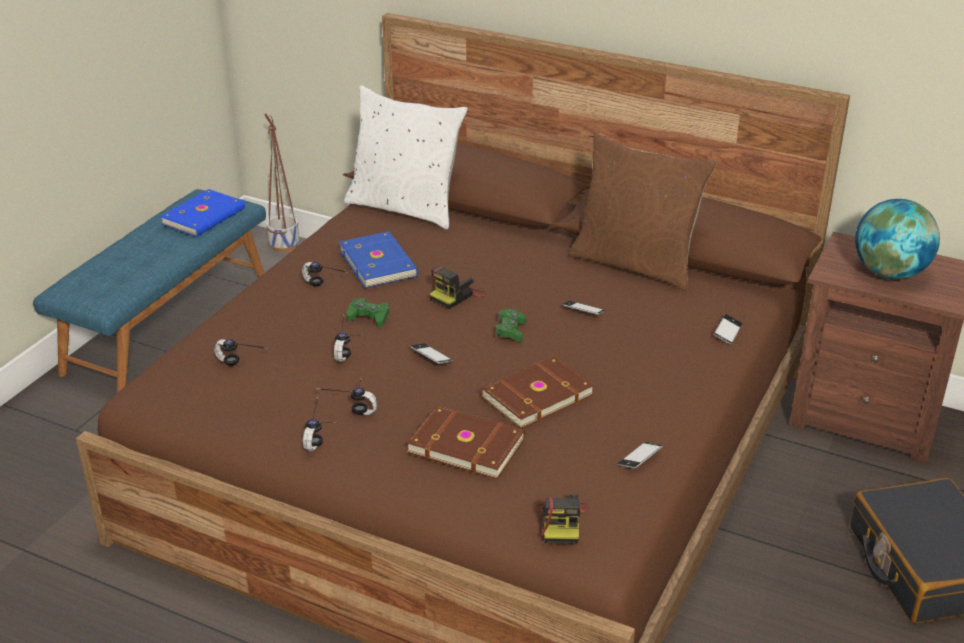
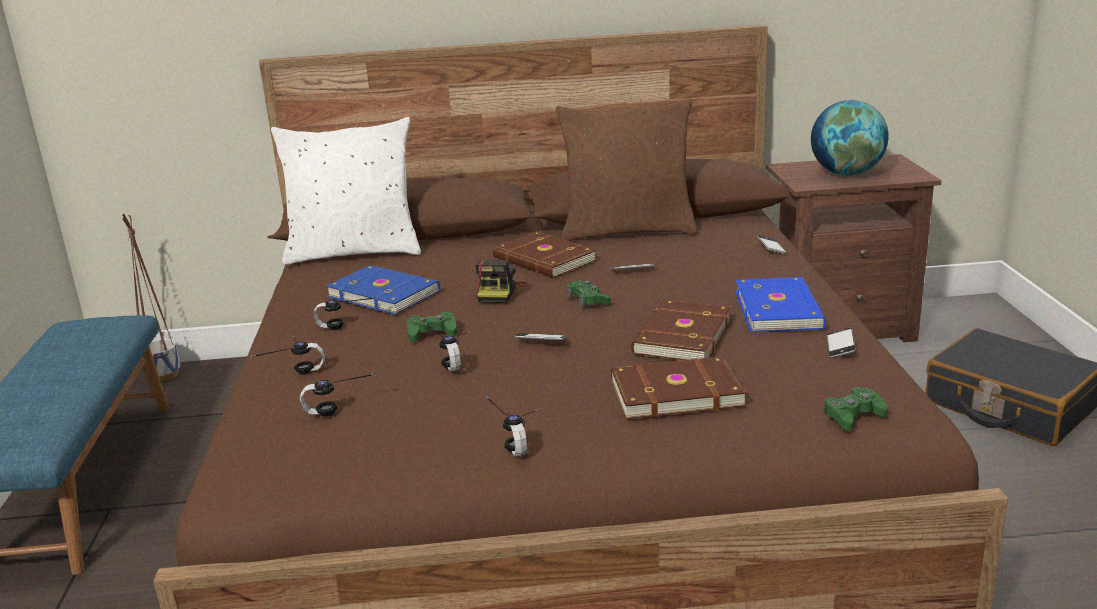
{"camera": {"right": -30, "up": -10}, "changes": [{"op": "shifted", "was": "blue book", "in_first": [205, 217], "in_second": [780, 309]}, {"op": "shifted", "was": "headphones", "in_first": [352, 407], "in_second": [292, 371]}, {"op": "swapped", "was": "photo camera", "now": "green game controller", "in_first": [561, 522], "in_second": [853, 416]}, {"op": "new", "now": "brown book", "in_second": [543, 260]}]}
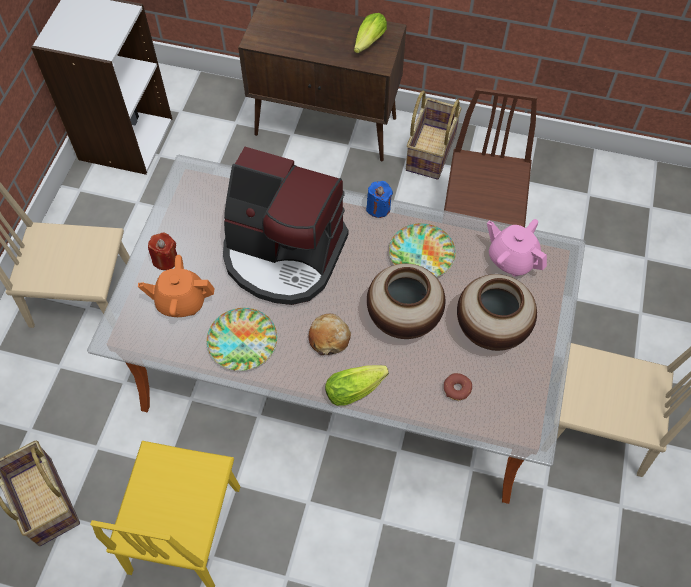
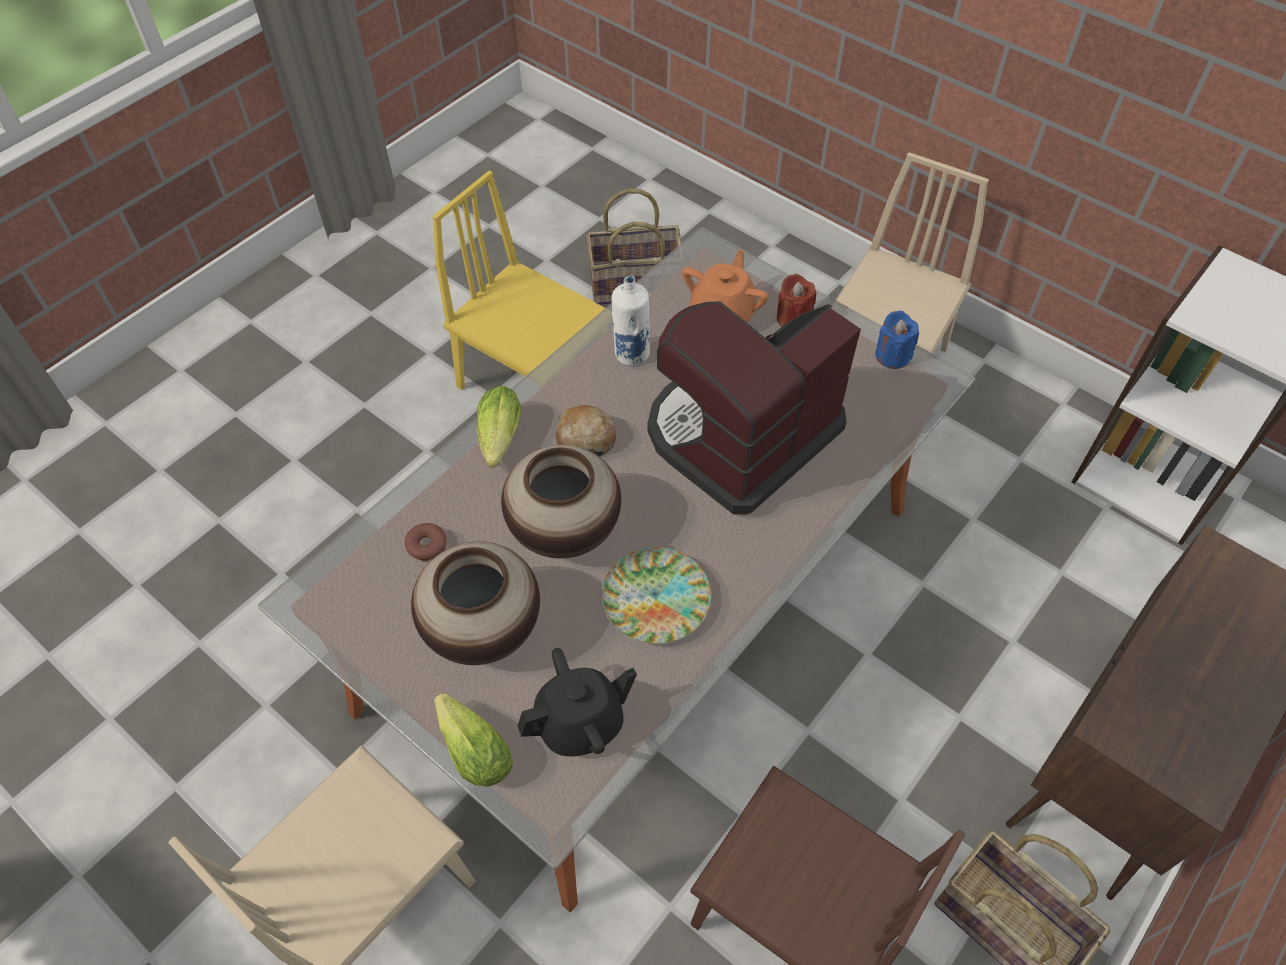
{"camera": {"right": 115, "up": -5}, "changes": [{"op": "shifted", "was": "lettuce", "in_first": [367, 44], "in_second": [472, 746]}, {"op": "shifted", "was": "blue candle", "in_first": [378, 208], "in_second": [892, 355]}, {"op": "repainted", "was": "pink teapot", "now": "black teapot", "in_first": [512, 259], "in_second": [580, 722]}, {"op": "swapped", "was": "plate", "now": "white bottle", "in_first": [242, 342], "in_second": [631, 354]}]}
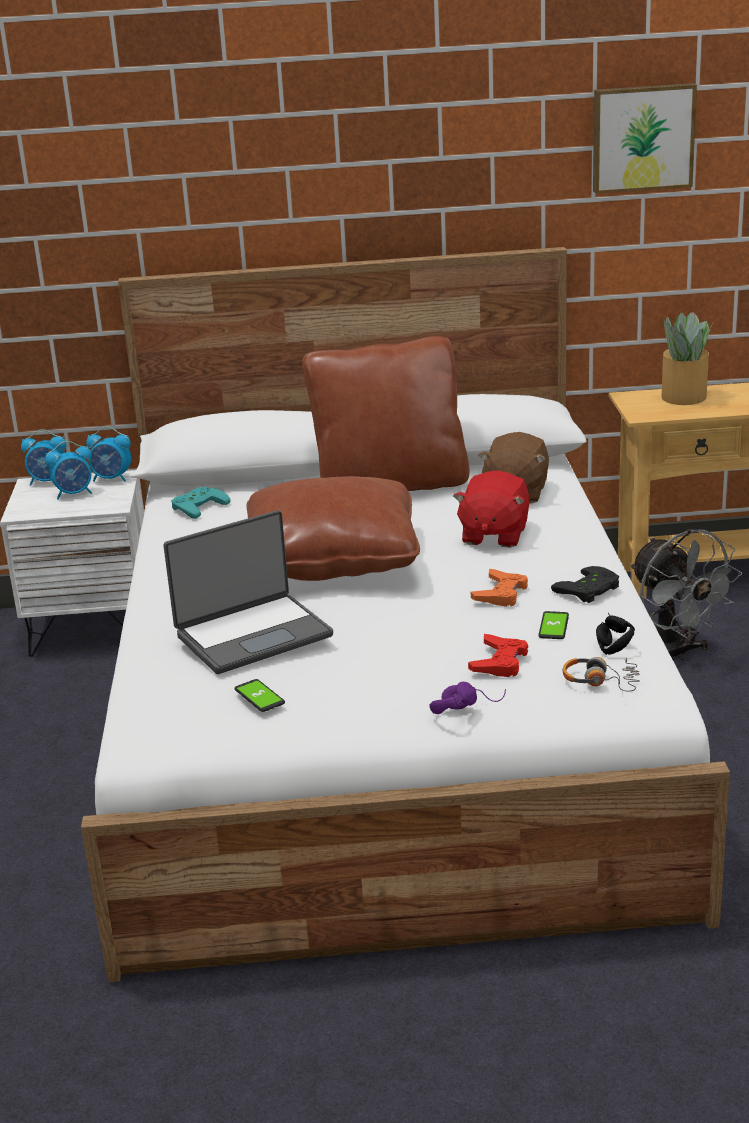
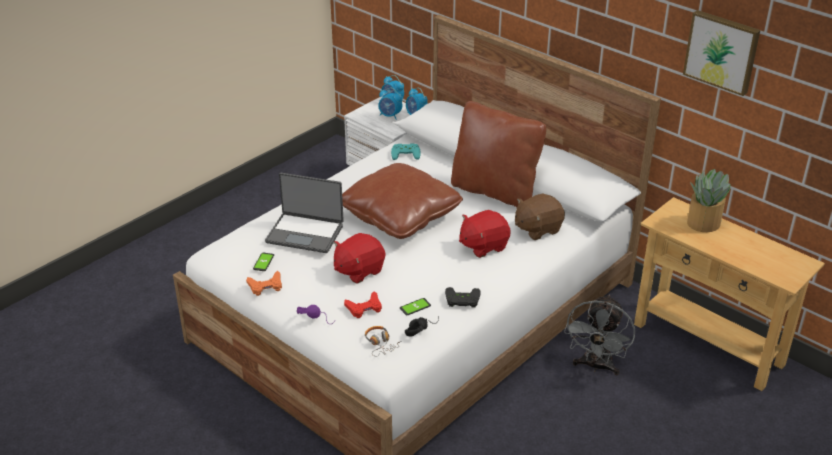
{"camera": {"right": 45, "up": 10}, "changes": [{"op": "shifted", "was": "orange game controller", "in_first": [501, 594], "in_second": [265, 286]}, {"op": "new", "now": "red plush toy", "in_second": [358, 270]}]}
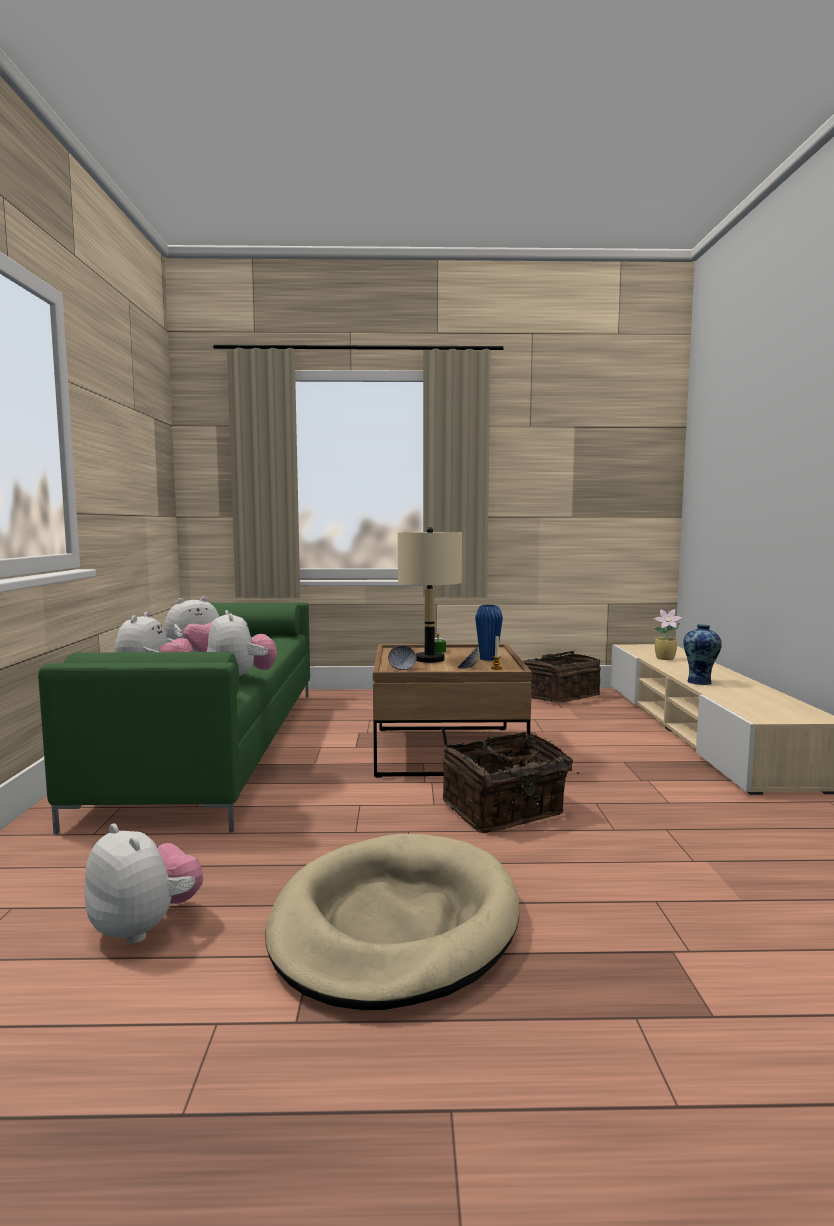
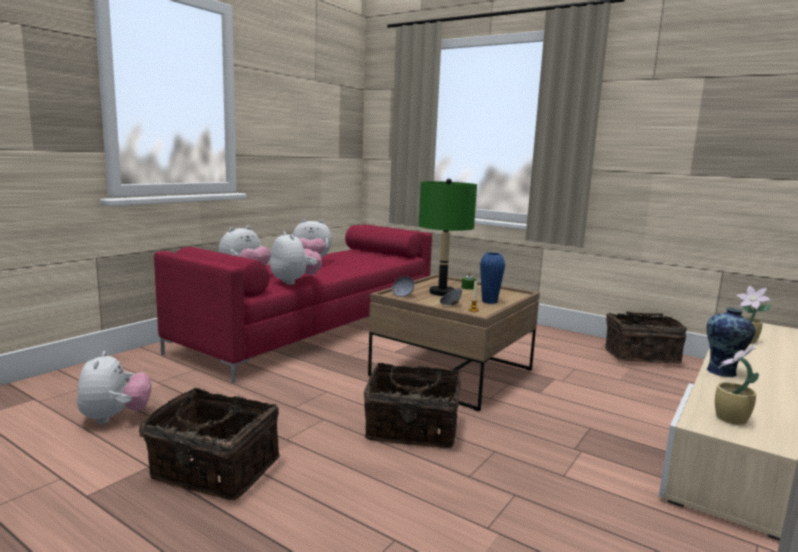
{"camera": {"right": 35, "up": 5}, "changes": [{"op": "repainted", "was": "beige table lamp", "now": "green table lamp", "in_first": [429, 659], "in_second": [441, 293]}, {"op": "repainted", "was": "green sofa", "now": "red sofa", "in_first": [216, 745], "in_second": [315, 327]}, {"op": "rotated", "was": "plush toy", "in_first": [241, 679], "in_second": [294, 282], "clockwise": -45}, {"op": "swapped", "was": "beige dog bed", "now": "basket", "in_first": [395, 924], "in_second": [213, 471]}, {"op": "new", "now": "potted plant", "in_second": [730, 419]}]}
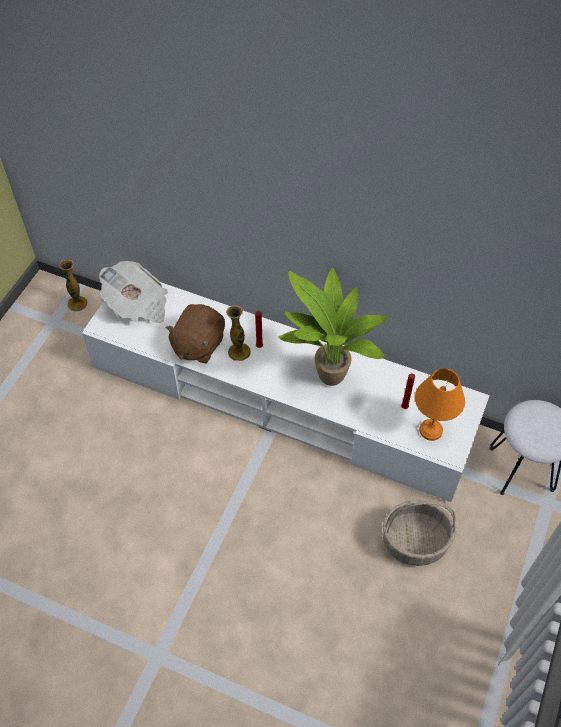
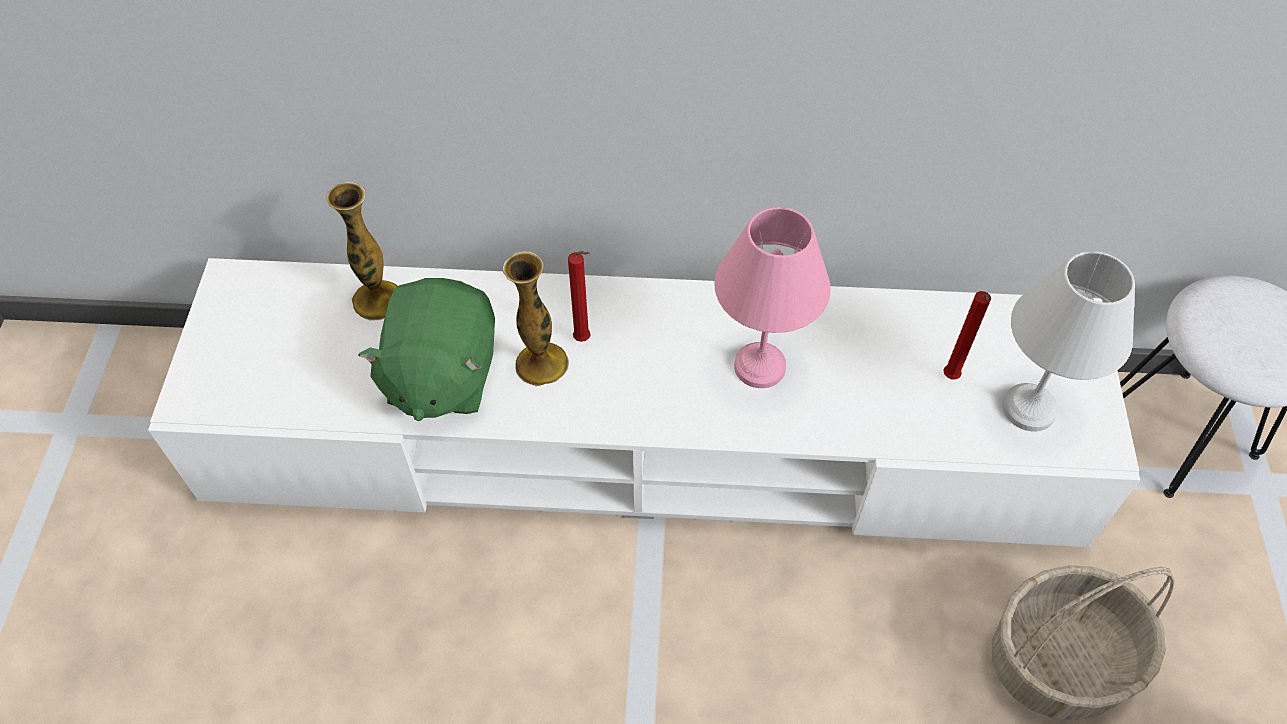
{"camera": {"right": -20, "up": 0}, "changes": [{"op": "shifted", "was": "vase", "in_first": [77, 303], "in_second": [378, 300]}, {"op": "gone", "was": "newspaper", "in_first": [137, 305]}, {"op": "swapped", "was": "potted plant", "now": "pink table lamp", "in_first": [328, 379], "in_second": [762, 366]}, {"op": "repainted", "was": "brown plush toy", "now": "green plush toy", "in_first": [198, 345], "in_second": [441, 375]}, {"op": "repainted", "was": "orange table lamp", "now": "white table lamp", "in_first": [431, 429], "in_second": [1029, 406]}]}
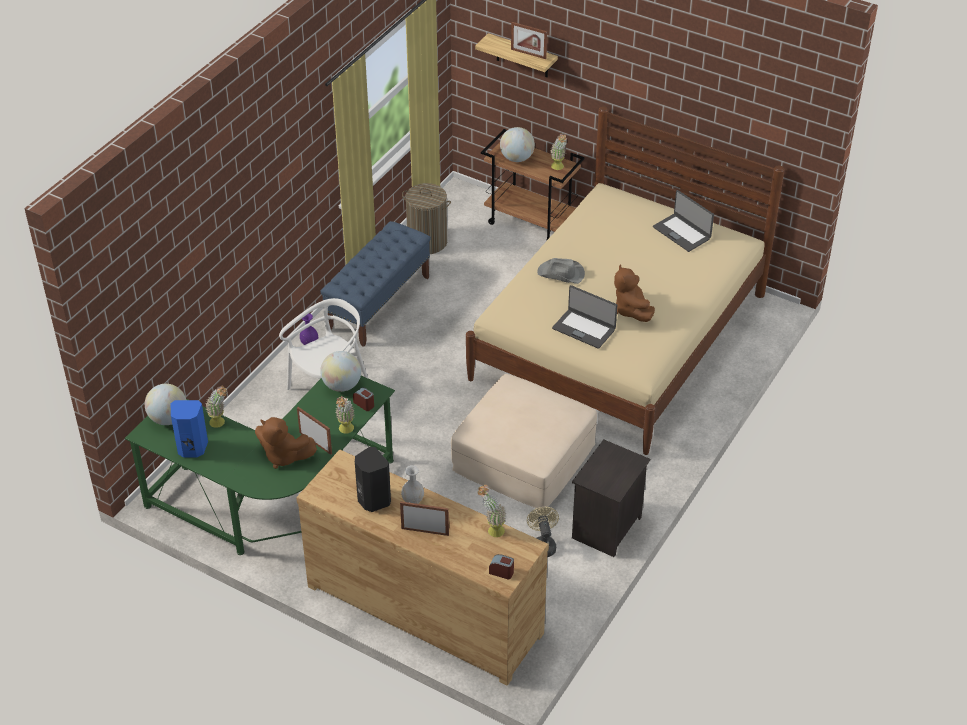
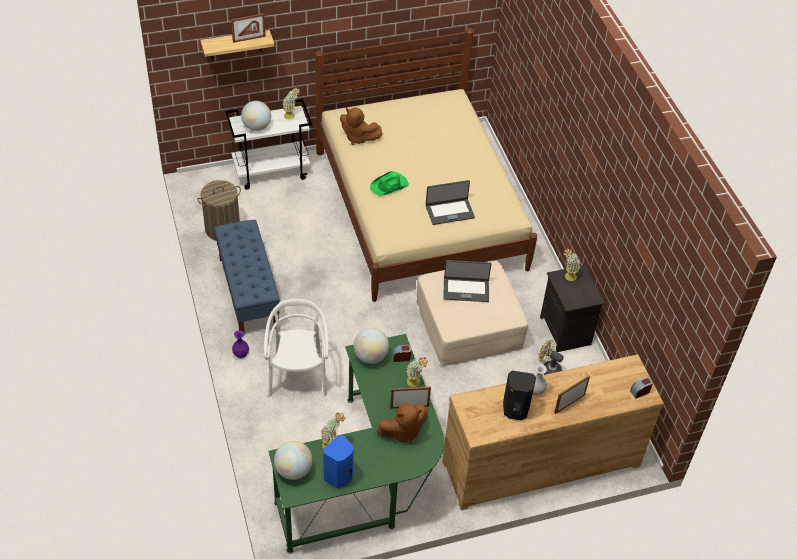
{"camera": {"right": -50, "up": 5}, "changes": [{"op": "repainted", "was": "brown cart", "now": "white cart", "in_first": [531, 223], "in_second": [272, 171]}, {"op": "shifted", "was": "laptop", "in_first": [682, 232], "in_second": [466, 289]}, {"op": "repainted", "was": "grey hat", "now": "green hat", "in_first": [561, 274], "in_second": [389, 186]}, {"op": "shifted", "was": "brown plush toy", "in_first": [631, 310], "in_second": [358, 137]}, {"op": "shifted", "was": "potted plant", "in_first": [491, 530], "in_second": [568, 277]}]}
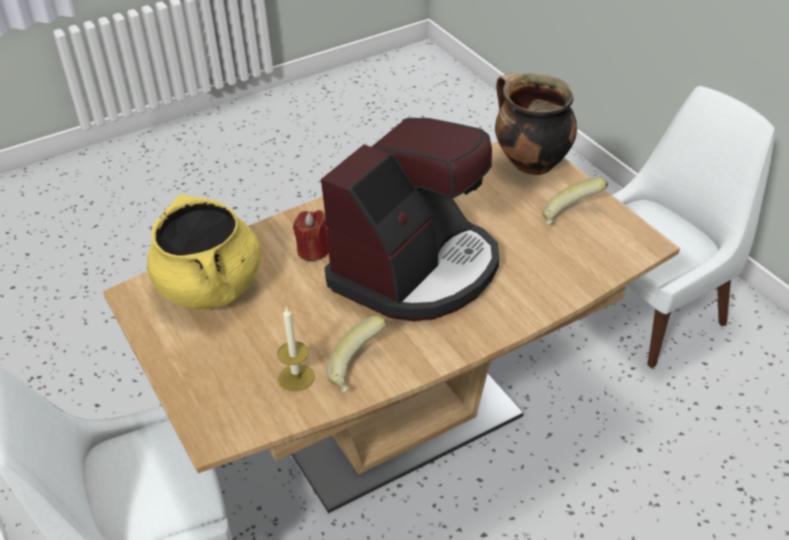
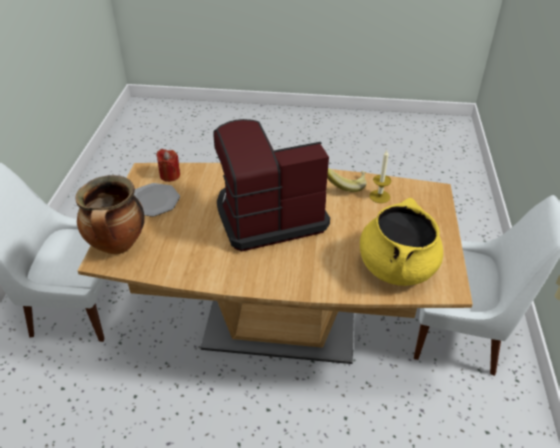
{"camera": {"right": -145, "up": 0}, "changes": [{"op": "swapped", "was": "banana", "now": "plate", "in_first": [571, 217], "in_second": [153, 201]}, {"op": "shifted", "was": "red candle", "in_first": [313, 251], "in_second": [170, 175]}]}
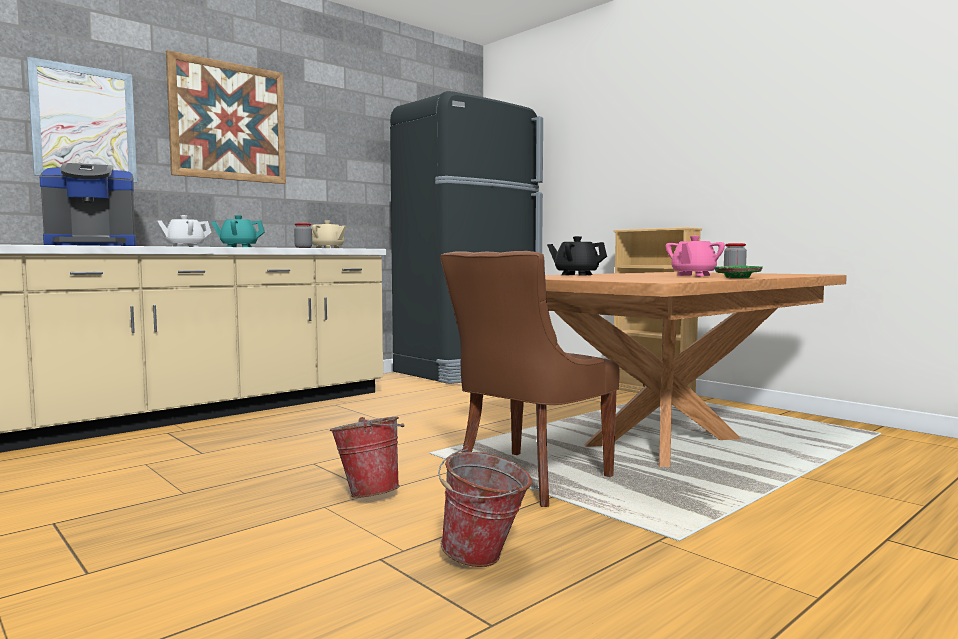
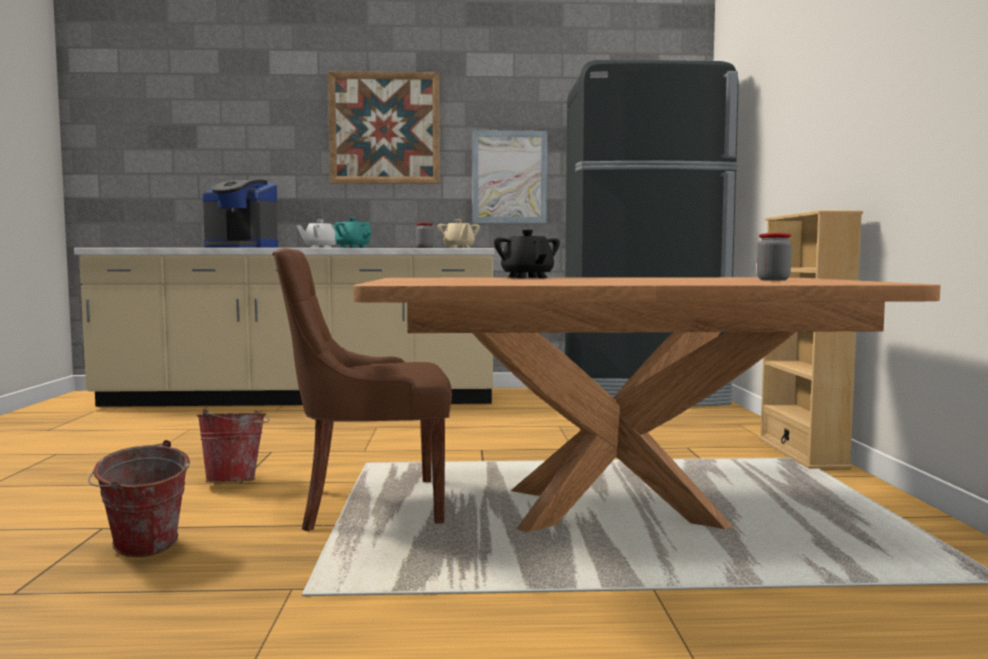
{"camera": {"right": 40, "up": 0}, "changes": [{"op": "shifted", "was": "picture", "in_first": [84, 123], "in_second": [509, 177]}, {"op": "gone", "was": "pink teapot", "in_first": [693, 275]}, {"op": "gone", "was": "green plate", "in_first": [737, 277]}]}
